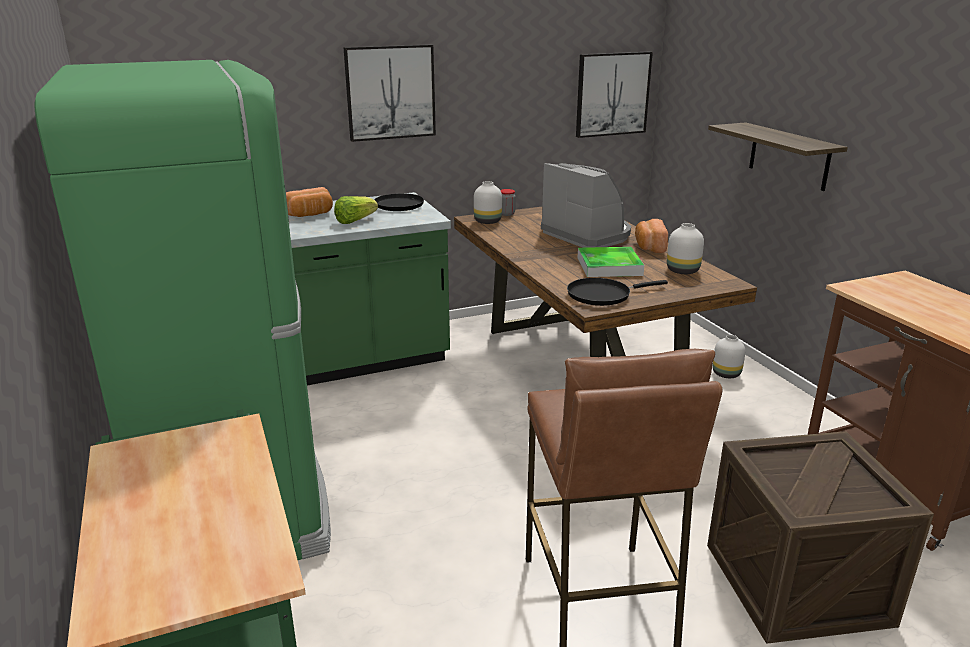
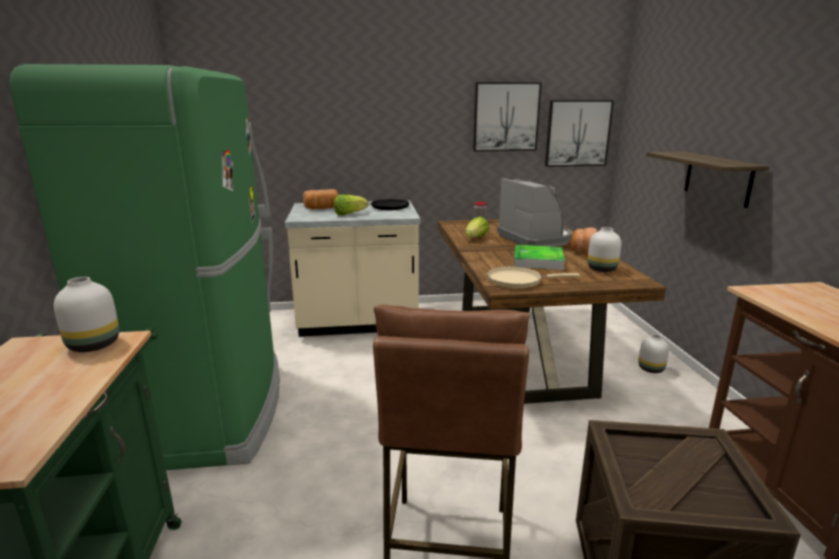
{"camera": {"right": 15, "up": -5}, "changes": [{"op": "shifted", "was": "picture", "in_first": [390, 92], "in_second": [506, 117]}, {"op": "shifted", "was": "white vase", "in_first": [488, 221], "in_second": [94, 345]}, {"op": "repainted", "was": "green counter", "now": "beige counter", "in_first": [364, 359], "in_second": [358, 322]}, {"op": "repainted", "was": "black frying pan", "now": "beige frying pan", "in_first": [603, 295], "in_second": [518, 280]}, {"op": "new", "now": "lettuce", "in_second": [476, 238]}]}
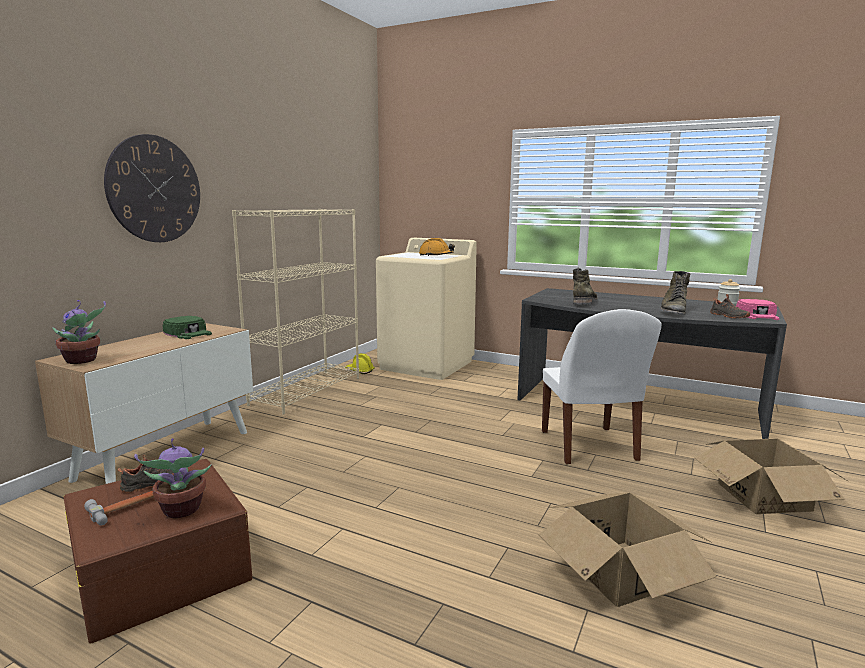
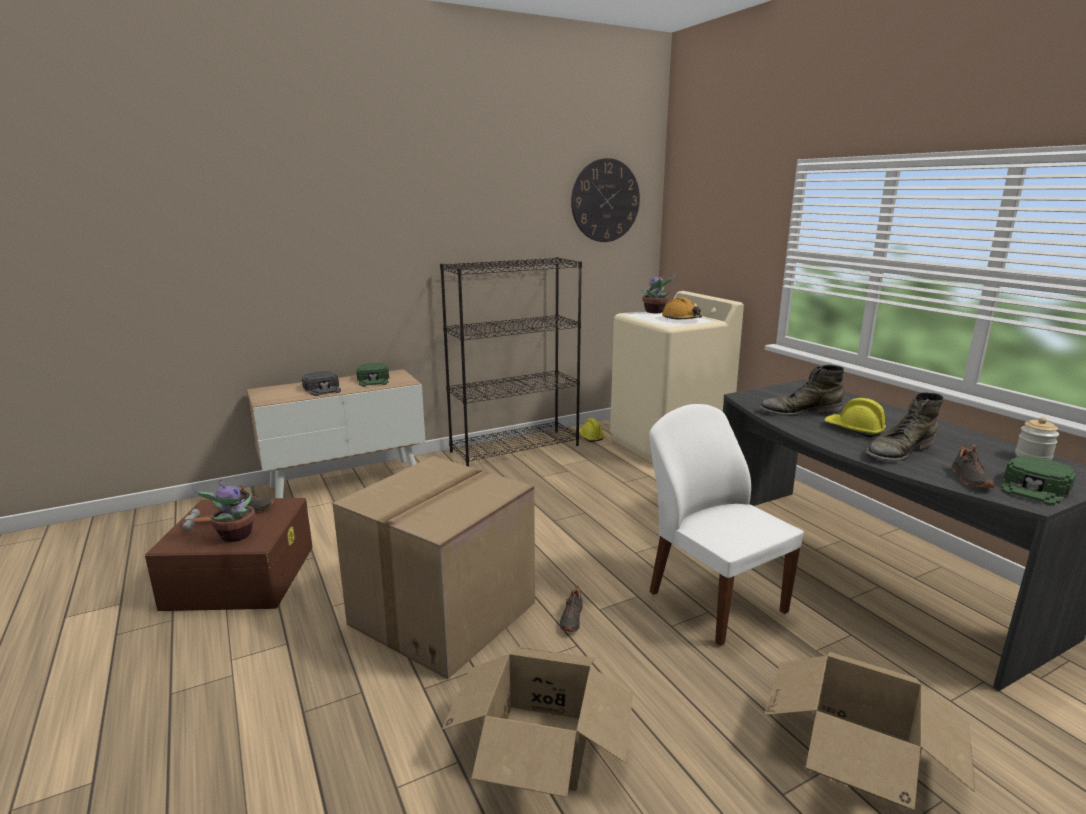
{"camera": {"right": 35, "up": 5}, "changes": [{"op": "shifted", "was": "wall clock", "in_first": [154, 189], "in_second": [605, 200]}, {"op": "repainted", "was": "beige bookcase", "now": "black bookcase", "in_first": [307, 390], "in_second": [515, 448]}, {"op": "rotated", "was": "green boot", "in_first": [584, 302], "in_second": [799, 411], "clockwise": -150}, {"op": "repainted", "was": "pink cap", "now": "green cap", "in_first": [757, 315], "in_second": [1035, 488]}, {"op": "shifted", "was": "potted plant", "in_first": [82, 361], "in_second": [655, 312]}, {"op": "rotated", "was": "white chair", "in_first": [589, 447], "in_second": [714, 600], "clockwise": 120}, {"op": "new", "now": "black cap", "in_second": [322, 388]}, {"op": "new", "now": "yellow hard hat", "in_second": [853, 429]}, {"op": "new", "now": "cardboard box", "in_second": [443, 615]}, {"op": "new", "now": "black shoe", "in_second": [571, 619]}]}
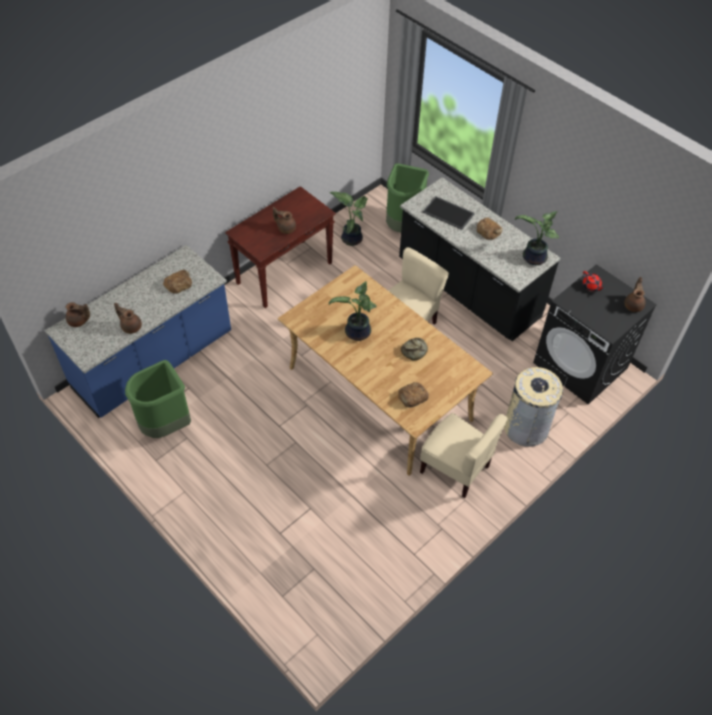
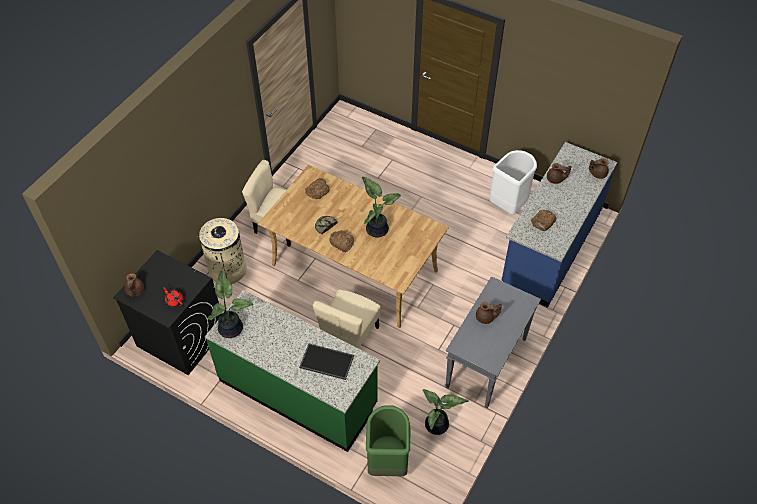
{"camera": {"right": 165, "up": 0}, "changes": [{"op": "repainted", "was": "black counter", "now": "green counter", "in_first": [467, 290], "in_second": [298, 392]}, {"op": "repainted", "was": "brown console table", "now": "grey console table", "in_first": [285, 272], "in_second": [486, 363]}, {"op": "shifted", "was": "bread", "in_first": [488, 231], "in_second": [341, 242]}, {"op": "repainted", "was": "green trash can", "now": "white trash can", "in_first": [166, 426], "in_second": [508, 204]}]}
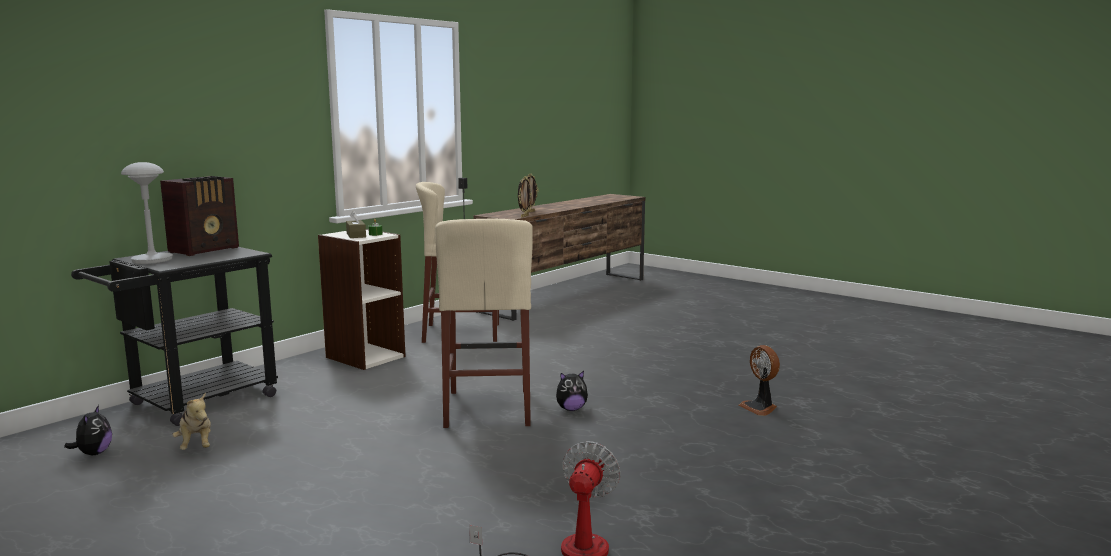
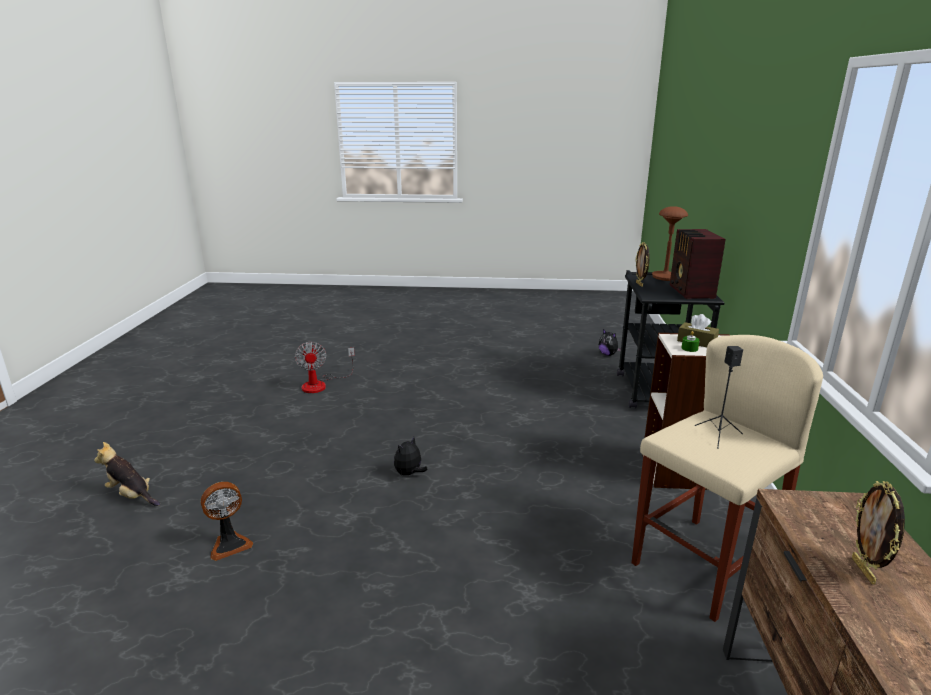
{"camera": {"right": 145, "up": 10}, "changes": [{"op": "repainted", "was": "grey table lamp", "now": "brown table lamp", "in_first": [152, 260], "in_second": [665, 277]}, {"op": "shifted", "was": "picture frame", "in_first": [524, 216], "in_second": [640, 284]}, {"op": "gone", "was": "beige stool", "in_first": [488, 408]}, {"op": "rotated", "was": "fan", "in_first": [760, 408], "in_second": [230, 544], "clockwise": 120}, {"op": "shifted", "was": "plush toy", "in_first": [196, 446], "in_second": [131, 495]}]}
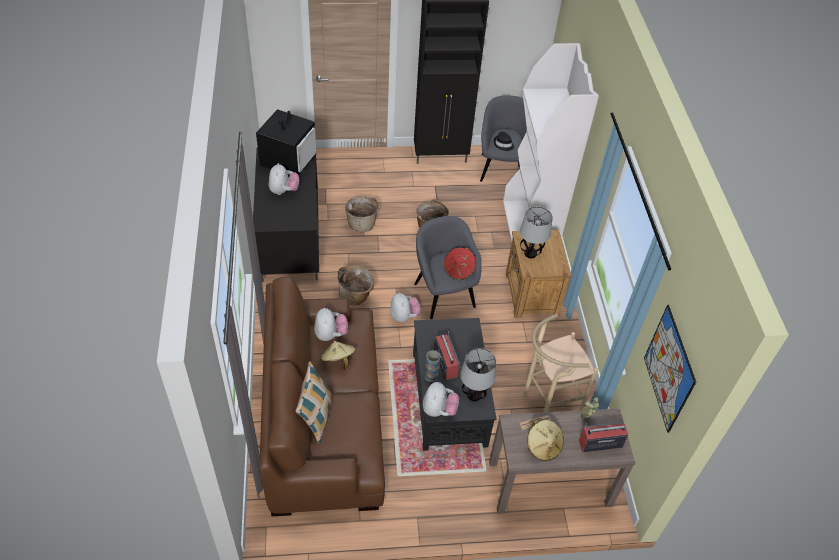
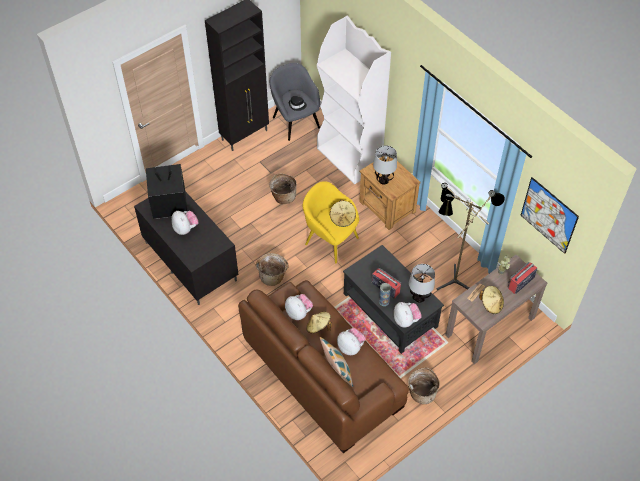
{"camera": {"right": -30, "up": 5}, "changes": [{"op": "rotated", "was": "television", "in_first": [289, 162], "in_second": [168, 204], "clockwise": -90}, {"op": "shifted", "was": "basket", "in_first": [361, 223], "in_second": [421, 392]}, {"op": "repainted", "was": "grey armchair", "now": "yellow armchair", "in_first": [444, 294], "in_second": [330, 240]}, {"op": "repainted", "was": "red hat", "now": "beige hat", "in_first": [459, 270], "in_second": [342, 218]}, {"op": "shifted", "was": "plush toy", "in_first": [404, 316], "in_second": [350, 347]}, {"op": "swapped", "was": "beige stool", "now": "floor lamp", "in_first": [545, 406], "in_second": [452, 279]}]}
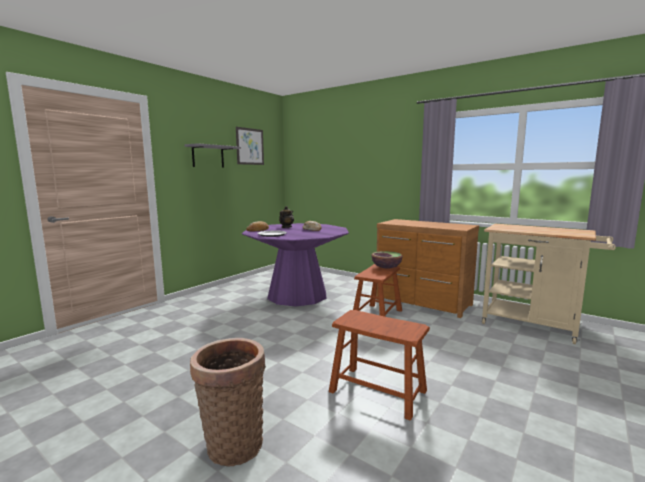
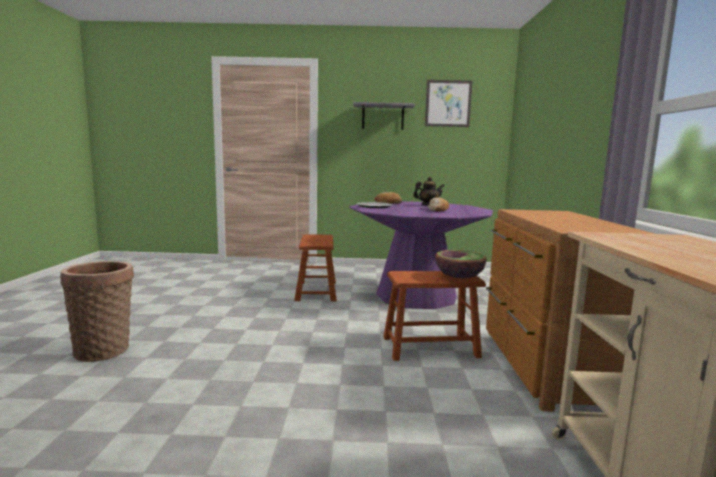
{"camera": {"right": 55, "up": 0}, "changes": [{"op": "shifted", "was": "brown stool", "in_first": [377, 391], "in_second": [316, 291]}]}
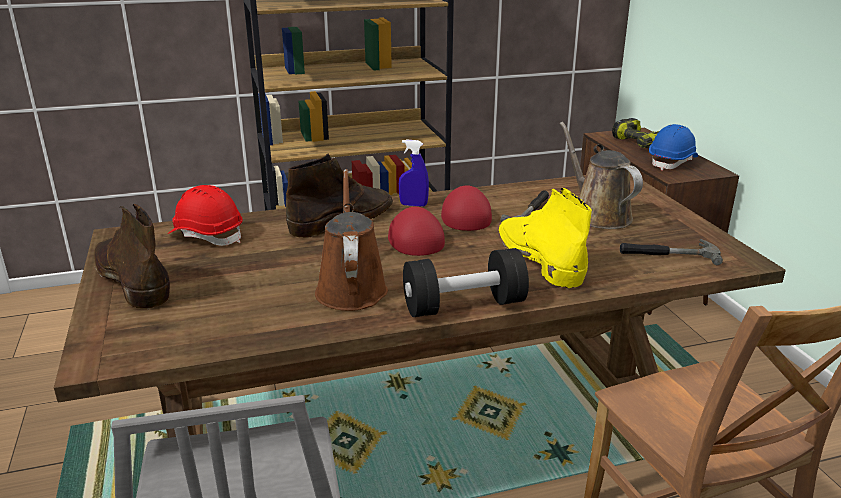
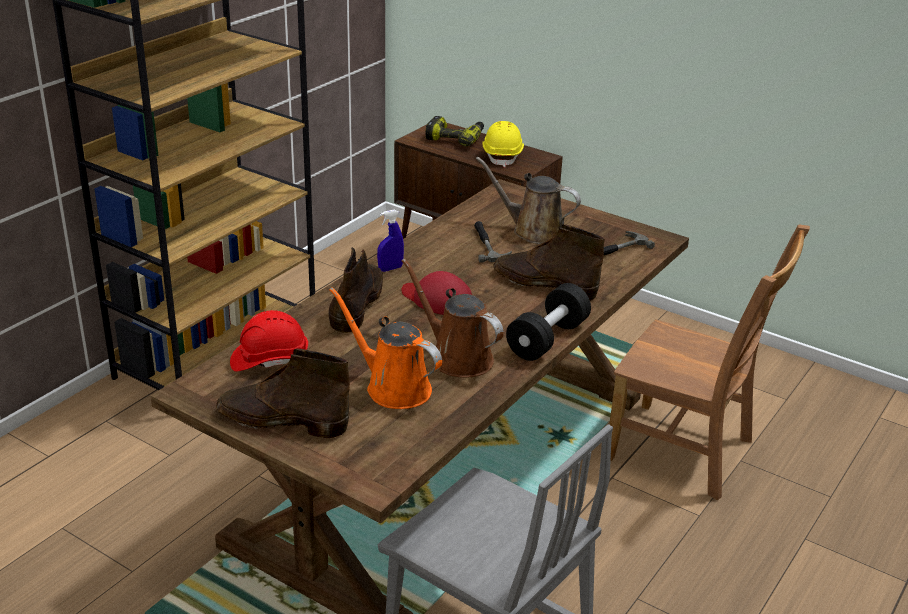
{"camera": {"right": -40, "up": 5}, "changes": [{"op": "repainted", "was": "blue hard hat", "now": "yellow hard hat", "in_first": [672, 162], "in_second": [502, 155]}, {"op": "gone", "was": "red cap", "in_first": [465, 215]}, {"op": "repainted", "was": "yellow boot", "now": "brown boot", "in_first": [538, 258], "in_second": [543, 284]}, {"op": "new", "now": "orange watering can", "in_second": [393, 387]}]}
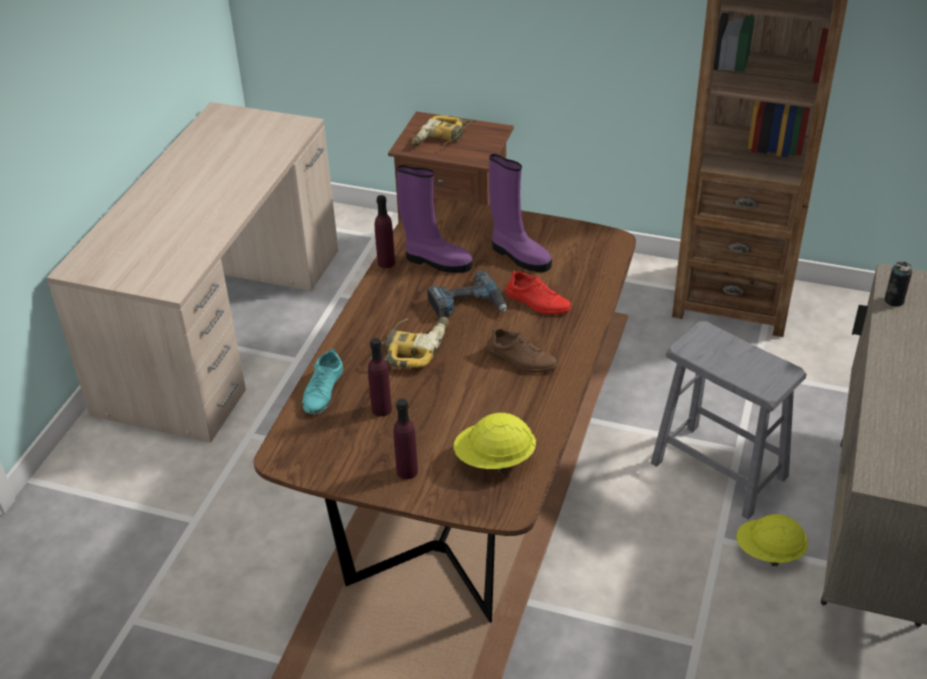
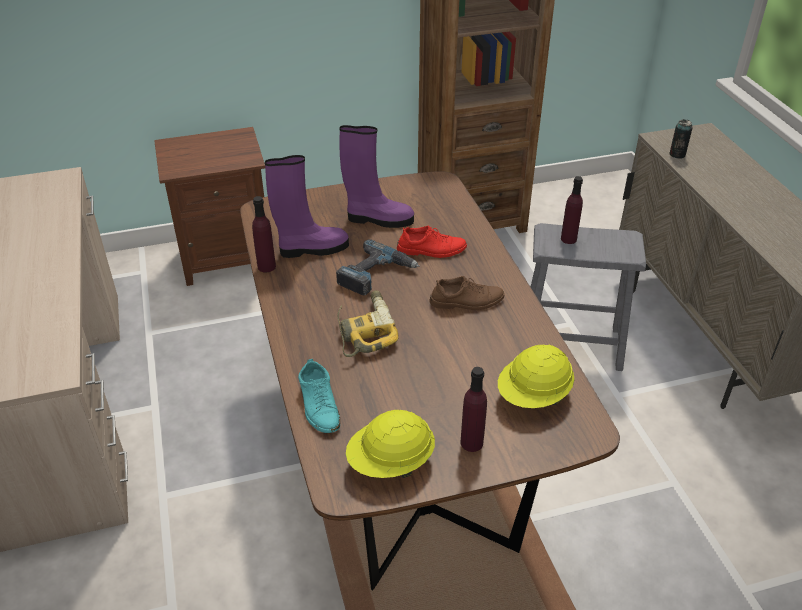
{"camera": {"right": -35, "up": 0}, "changes": [{"op": "gone", "was": "power drill", "in_first": [442, 138]}, {"op": "shifted", "was": "purple bottle", "in_first": [381, 409], "in_second": [568, 239]}, {"op": "shifted", "was": "yellow hard hat", "in_first": [769, 552], "in_second": [391, 462]}]}
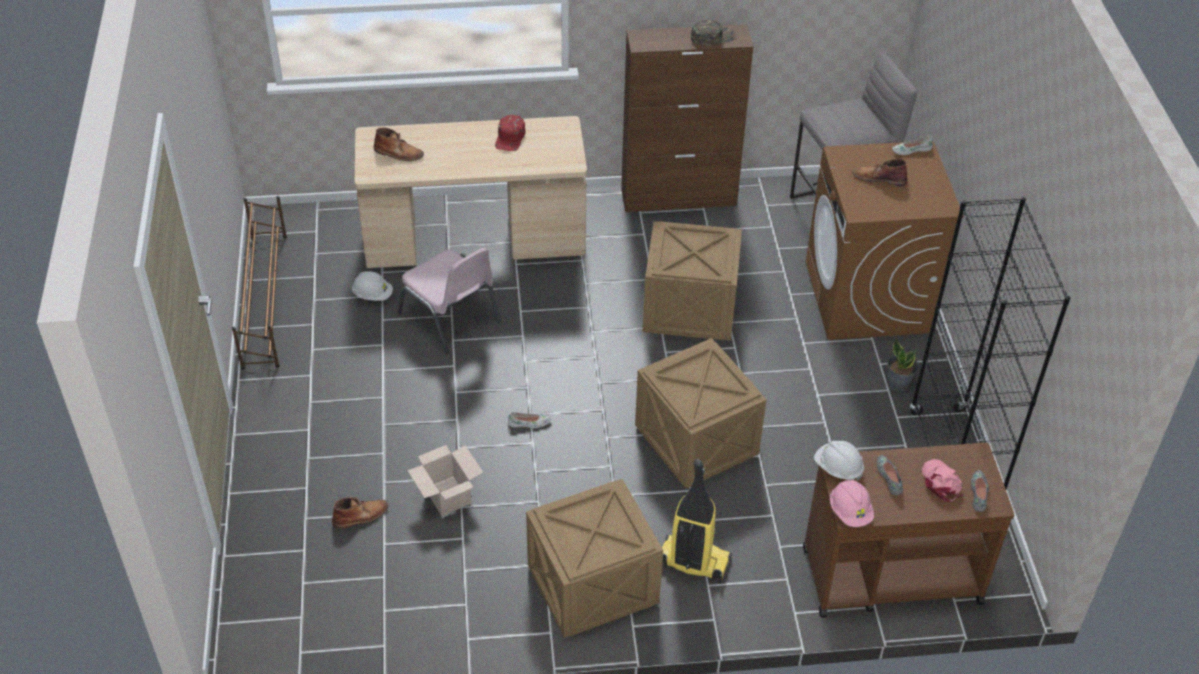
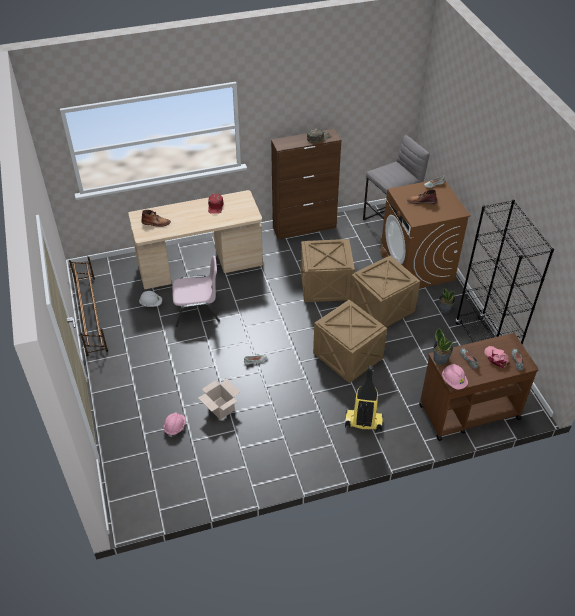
{"camera": {"right": -10, "up": 0}, "changes": [{"op": "rotated", "was": "pink chair", "in_first": [450, 318], "in_second": [197, 310], "clockwise": -45}, {"op": "swapped", "was": "white hard hat", "now": "potted plant", "in_first": [837, 468], "in_second": [440, 359]}, {"op": "shifted", "was": "crate", "in_first": [591, 586], "in_second": [381, 309]}, {"op": "swapped", "was": "brown boot", "now": "pink hard hat", "in_first": [361, 516], "in_second": [175, 427]}]}
